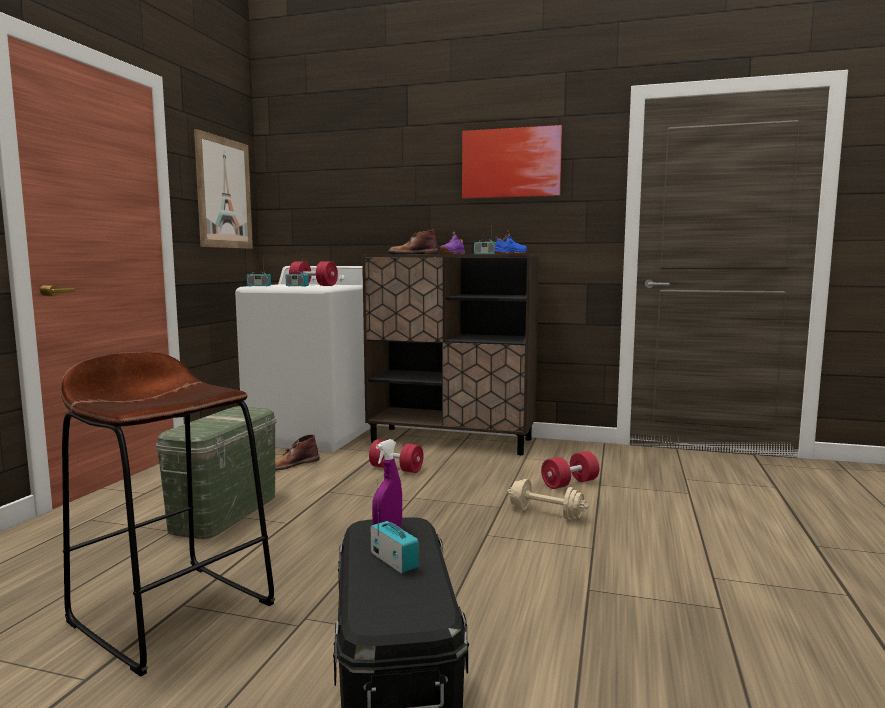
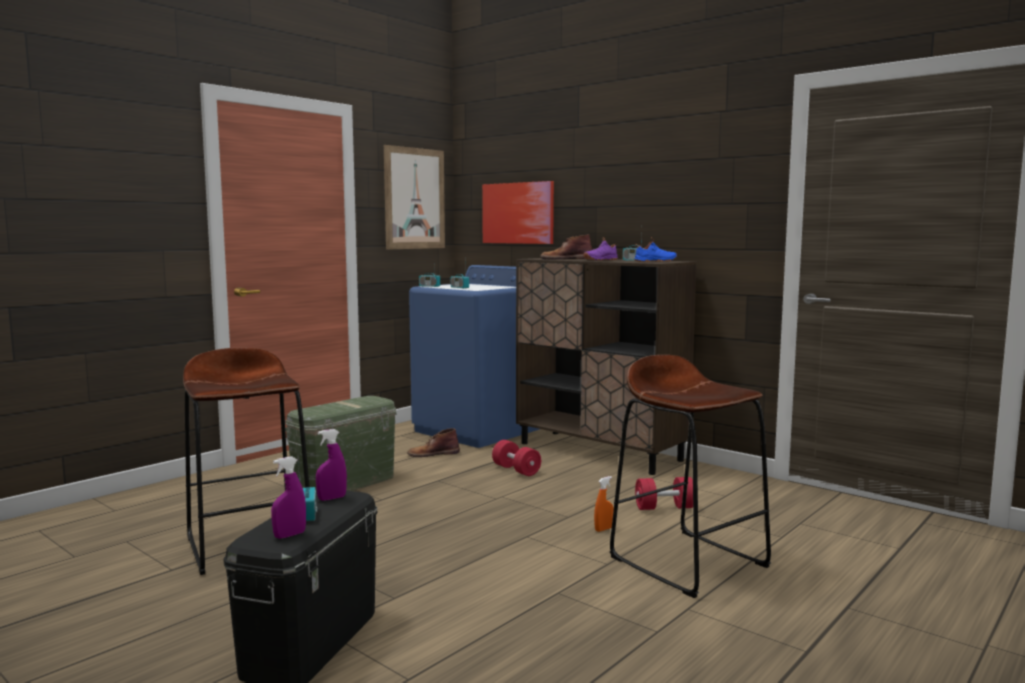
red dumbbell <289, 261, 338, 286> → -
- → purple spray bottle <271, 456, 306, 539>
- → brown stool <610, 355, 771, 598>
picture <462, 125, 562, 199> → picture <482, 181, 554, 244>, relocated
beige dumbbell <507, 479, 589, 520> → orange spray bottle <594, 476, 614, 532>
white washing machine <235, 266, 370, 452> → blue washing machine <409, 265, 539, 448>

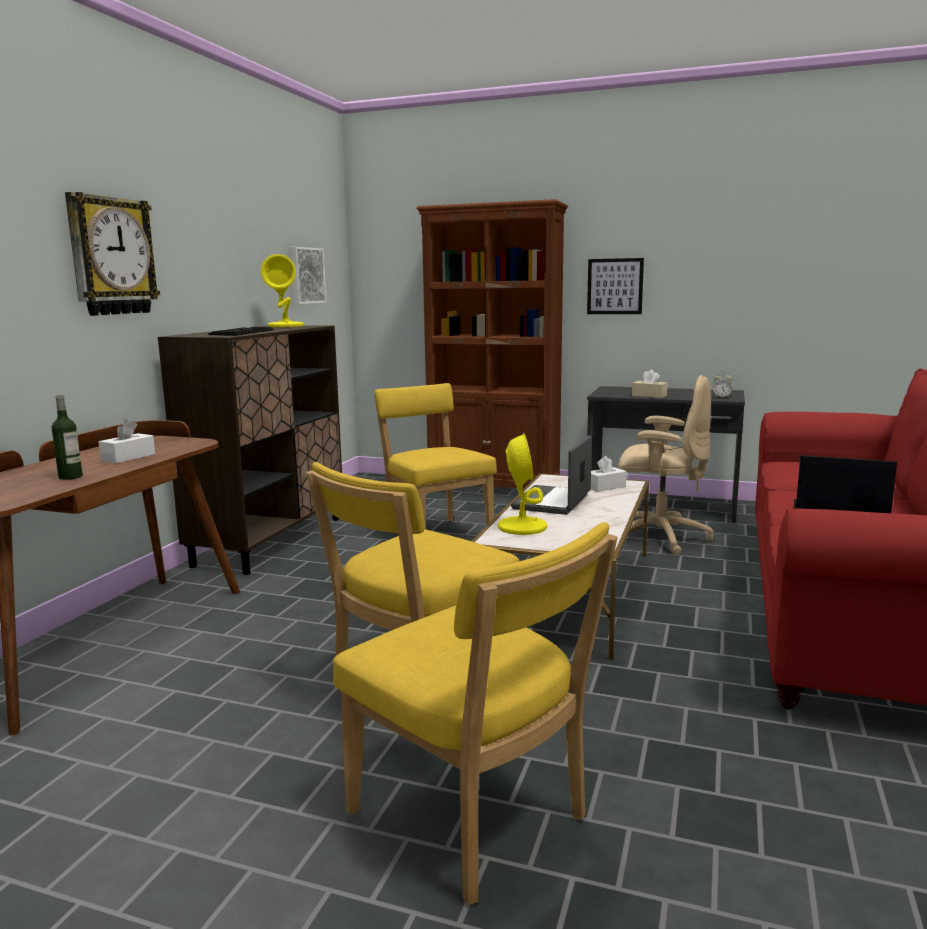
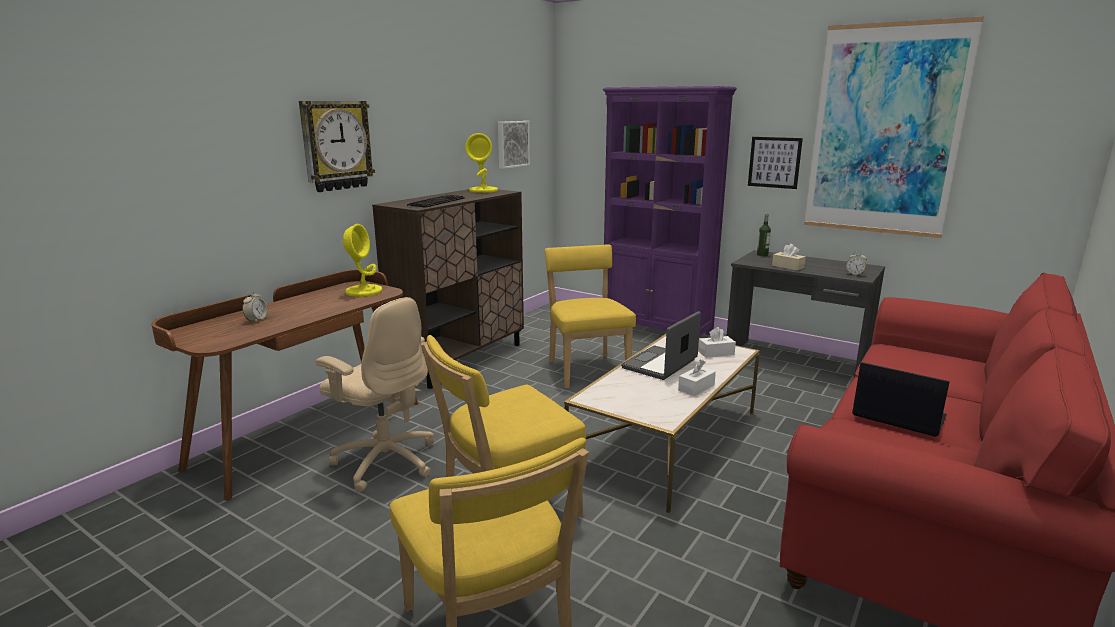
- → alarm clock <242, 291, 267, 322>
- → picture <804, 17, 984, 238>
bottle <52, 395, 83, 480> → bottle <757, 213, 771, 256>, relocated
white tissue box <99, 419, 155, 464> → white tissue box <678, 359, 716, 396>, relocated
yellow table lamp <497, 433, 547, 535> → yellow table lamp <343, 224, 382, 297>, relocated
beige office chair <618, 375, 713, 555> → beige office chair <315, 297, 434, 492>, relocated
brown bookcase <416, 199, 568, 489> → purple bookcase <603, 86, 737, 338>

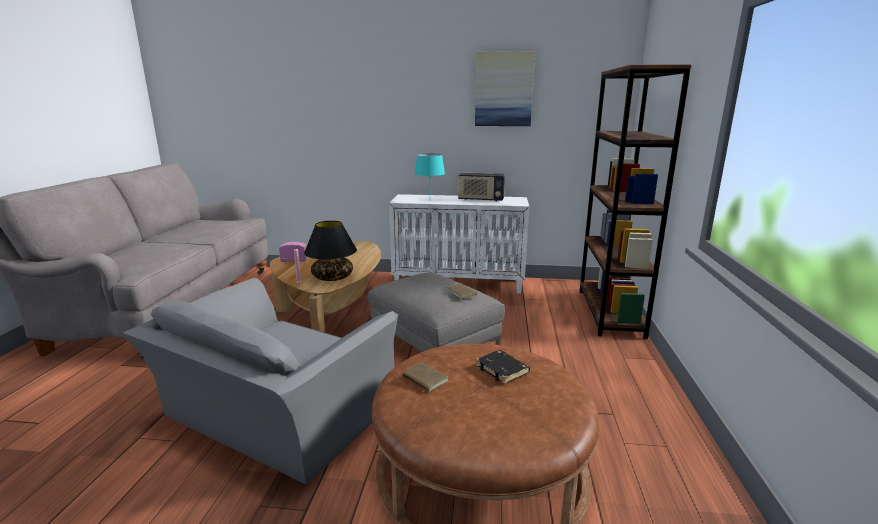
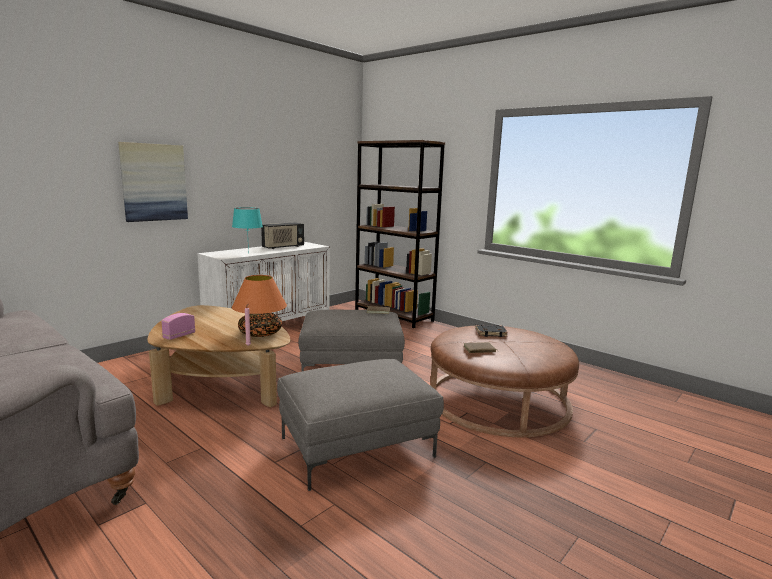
picture <475, 51, 535, 126> → picture <118, 142, 188, 222>, relocated
grey armchair <121, 278, 398, 484> → grey ottoman <277, 359, 444, 491>
black table lamp <304, 221, 357, 281> → orange table lamp <232, 275, 287, 337>

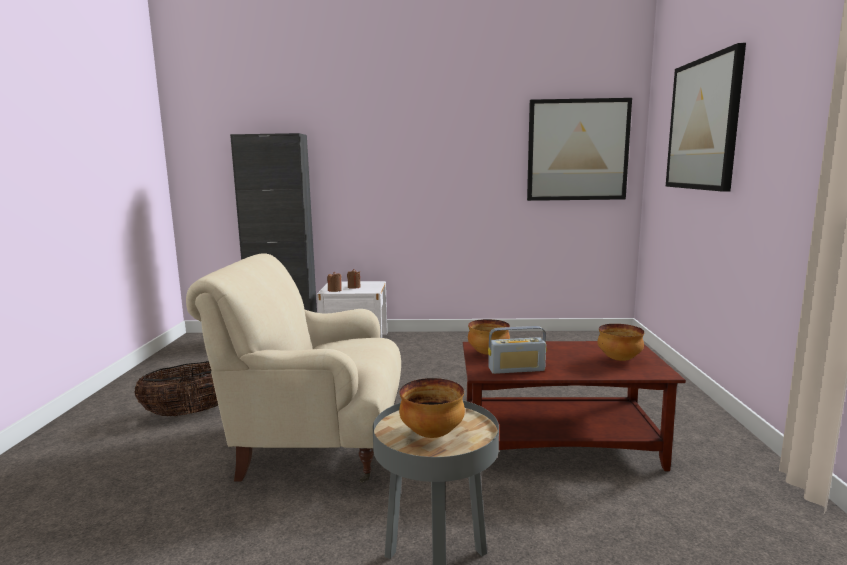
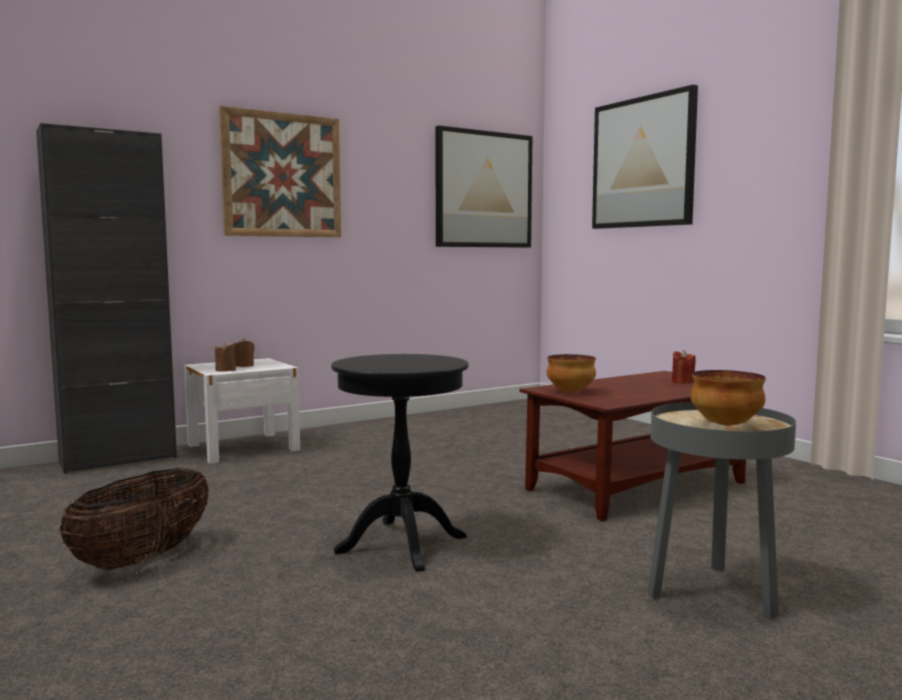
radio <488, 326, 547, 374> → -
- → picture <219, 106, 341, 237>
beige armchair <186, 253, 401, 483> → black side table <331, 354, 469, 572>
bowl <598, 324, 644, 361> → red candle <672, 350, 696, 384>

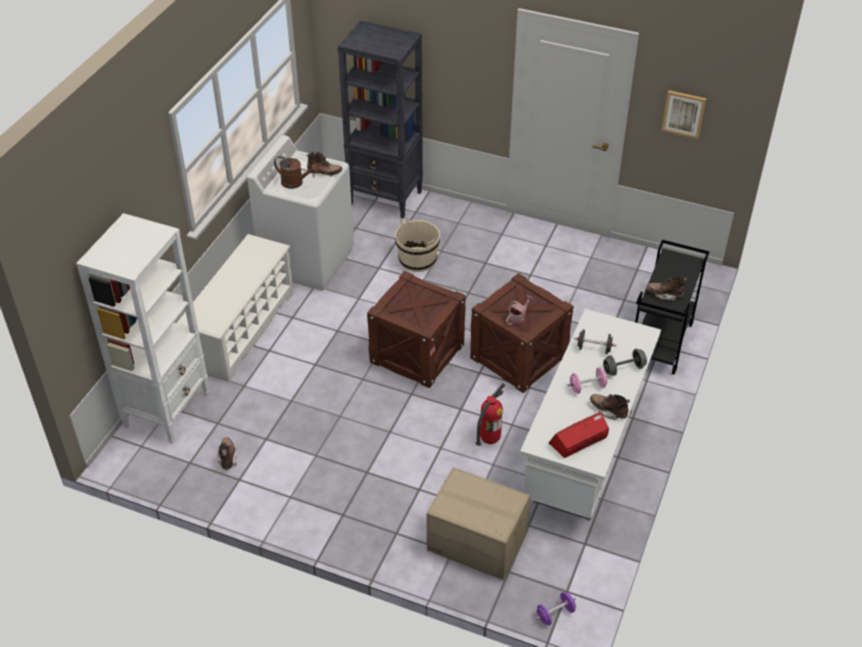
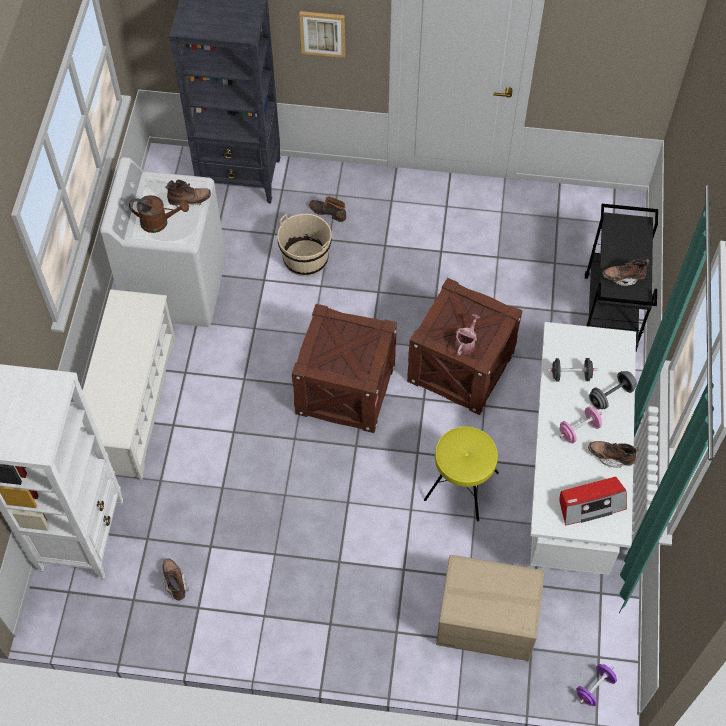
- → boot <309, 196, 346, 222>
picture <661, 90, 706, 139> → picture <299, 11, 345, 58>, relocated
fire extinguisher <475, 383, 505, 446> → yellow stool <424, 427, 499, 522>
radio <549, 412, 609, 458> → radio <559, 477, 627, 526>, 150 degrees counterclockwise

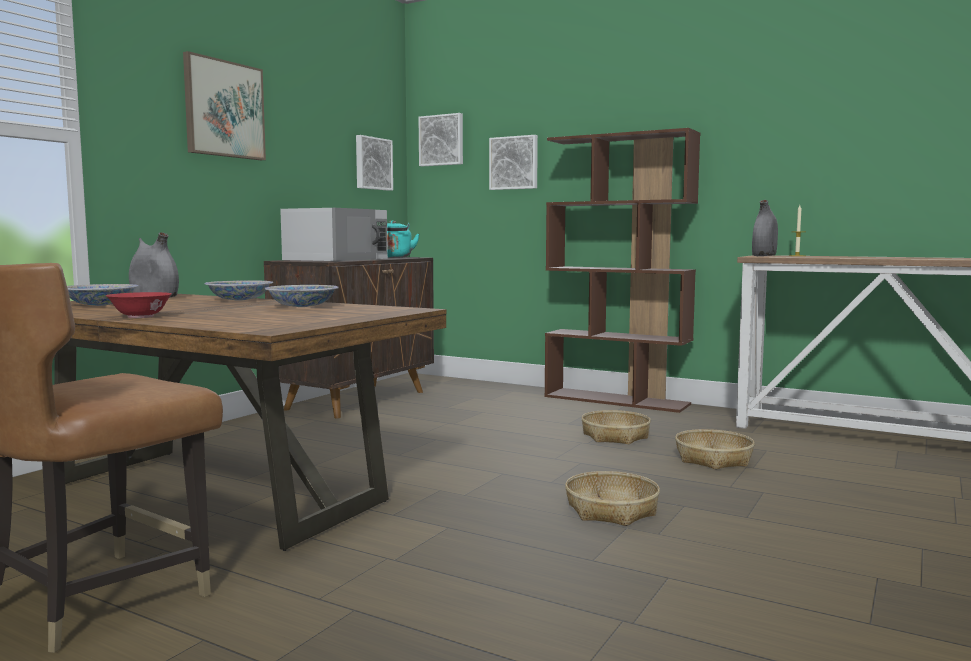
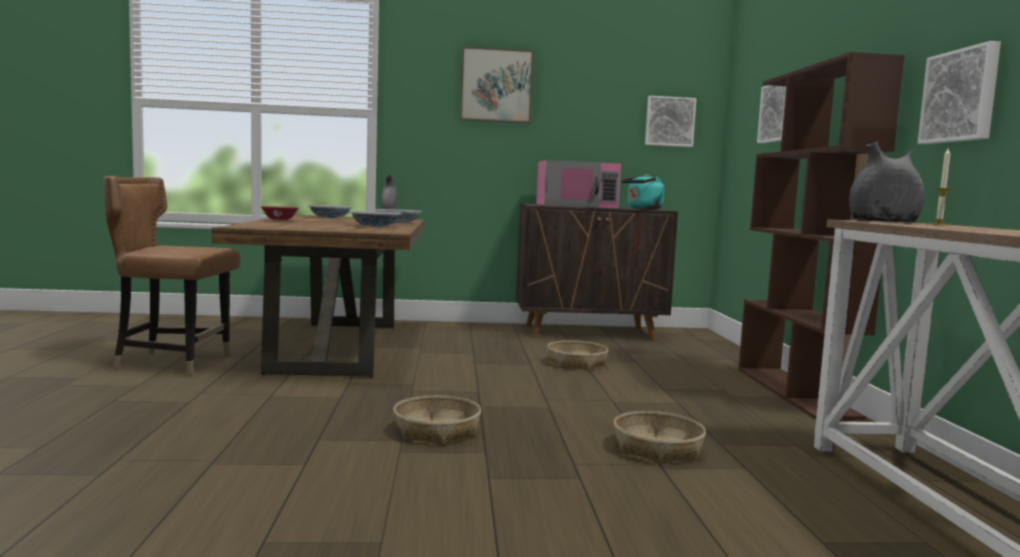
picture <419, 113, 463, 166> → picture <918, 41, 1001, 144>, relocated
basket <581, 410, 651, 444> → basket <547, 340, 608, 370>, relocated
white microwave <280, 208, 388, 261> → pink microwave <536, 160, 621, 208>

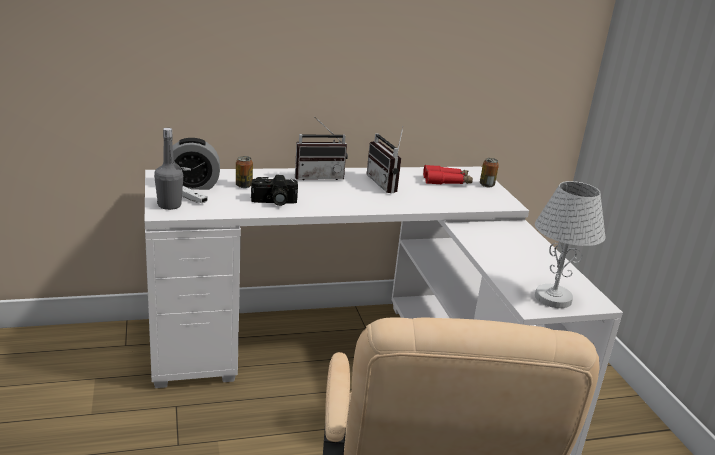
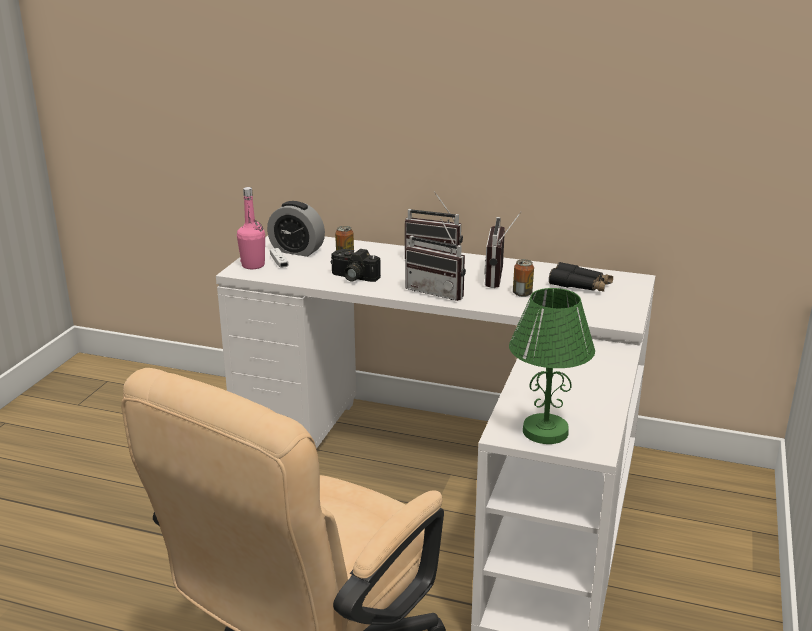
- → radio <406, 219, 466, 301>
can <480, 158, 499, 187> → can <513, 259, 534, 297>, relocated
grey bottle <154, 128, 183, 210> → pink bottle <237, 187, 265, 269>
red binoculars <423, 165, 473, 184> → black binoculars <549, 262, 613, 291>
white table lamp <535, 181, 605, 308> → green table lamp <509, 288, 595, 444>

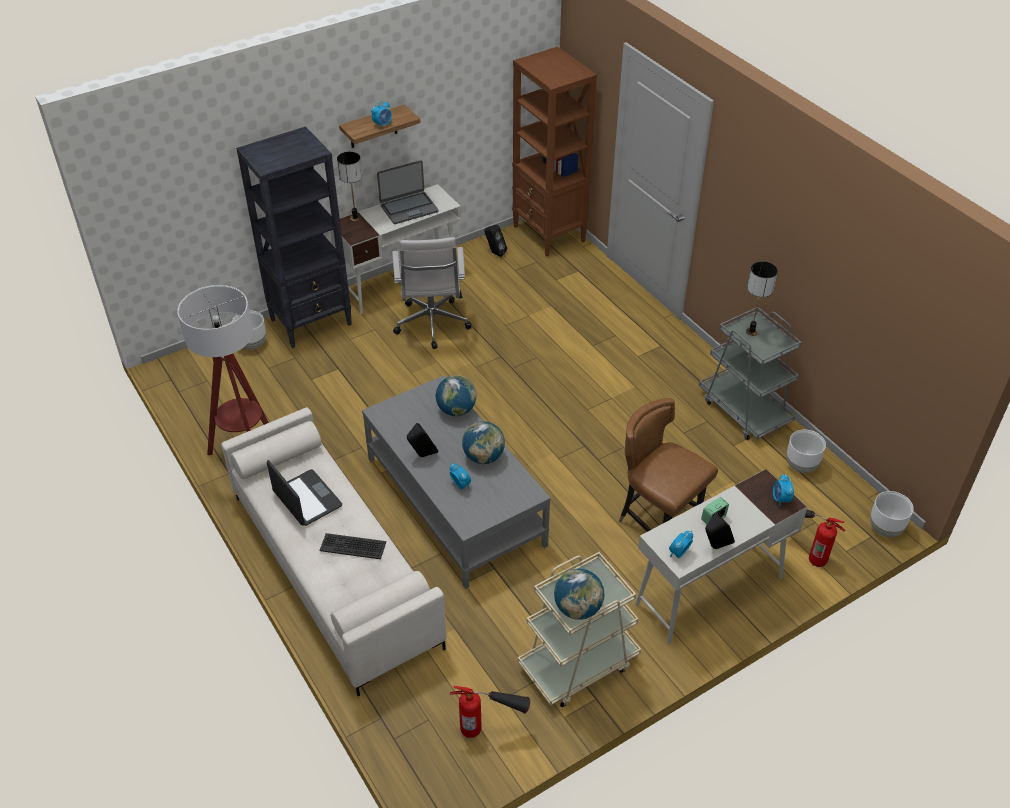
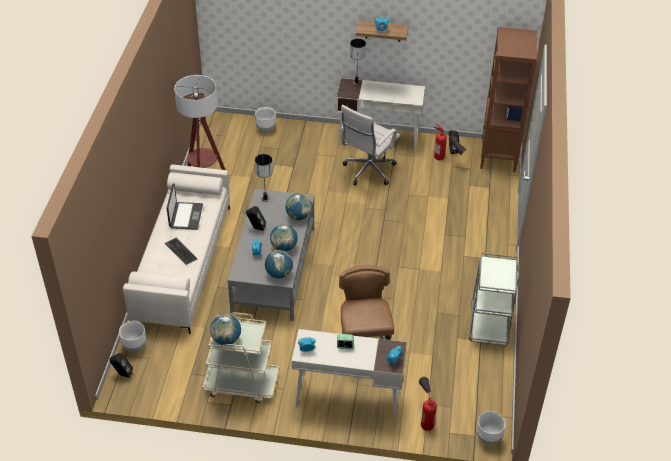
black bookcase <236, 126, 352, 348> → -
laptop <377, 160, 439, 224> → -
- → globe <265, 250, 293, 278>
fire extinguisher <450, 686, 530, 738> → fire extinguisher <434, 123, 466, 160>, relocated
black speaker <705, 513, 735, 549> → black speaker <109, 353, 133, 378>, relocated
table lamp <746, 261, 778, 336> → table lamp <255, 154, 273, 202>, relocated
white planter <786, 430, 826, 473> → white planter <119, 321, 146, 352>, relocated

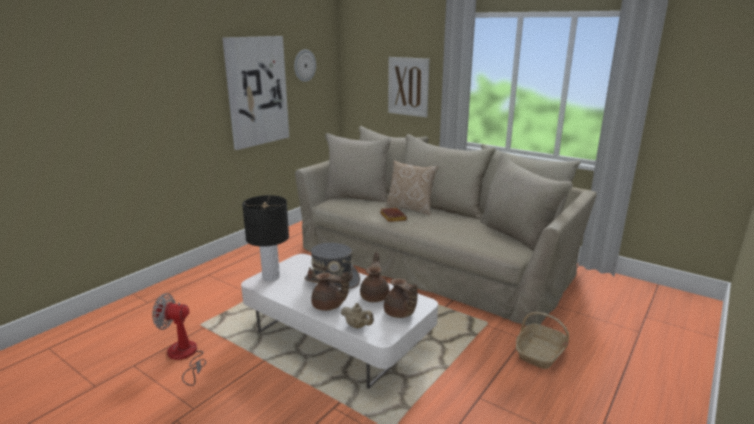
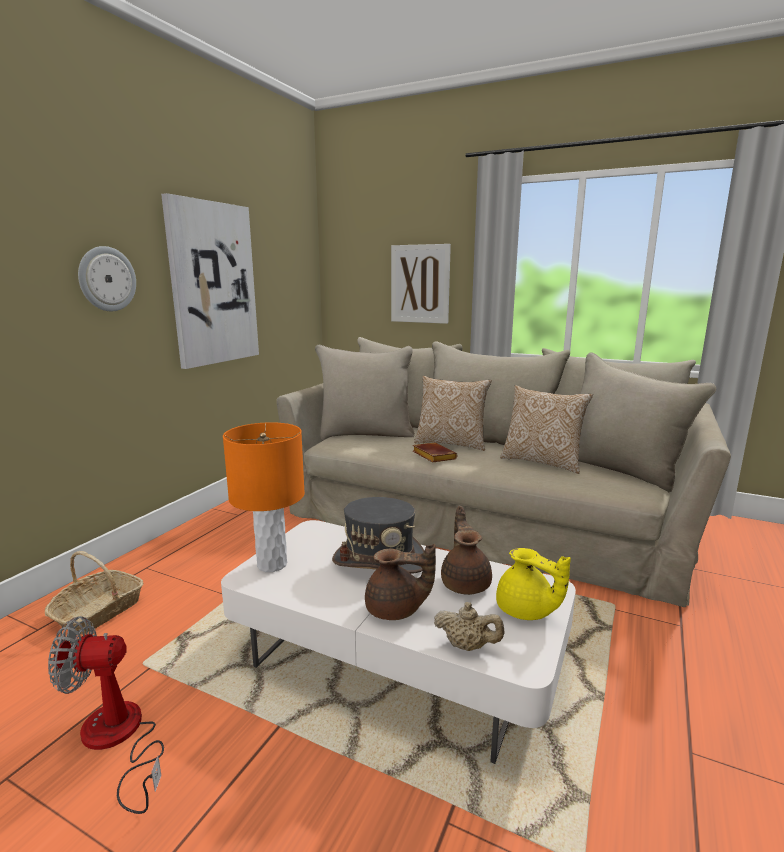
- → pillow <500, 385, 593, 474>
wall clock <294, 49, 316, 82> → wall clock <78, 246, 136, 311>, relocated
basket <516, 312, 569, 369> → basket <45, 551, 144, 634>, relocated
black table lamp <242, 195, 289, 281> → orange table lamp <223, 422, 305, 572>
brown teapot <384, 278, 417, 318> → yellow teapot <496, 548, 571, 620>

